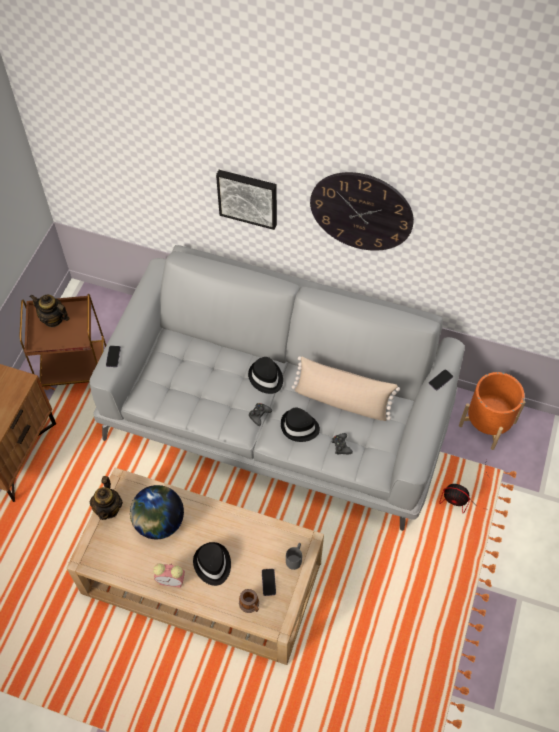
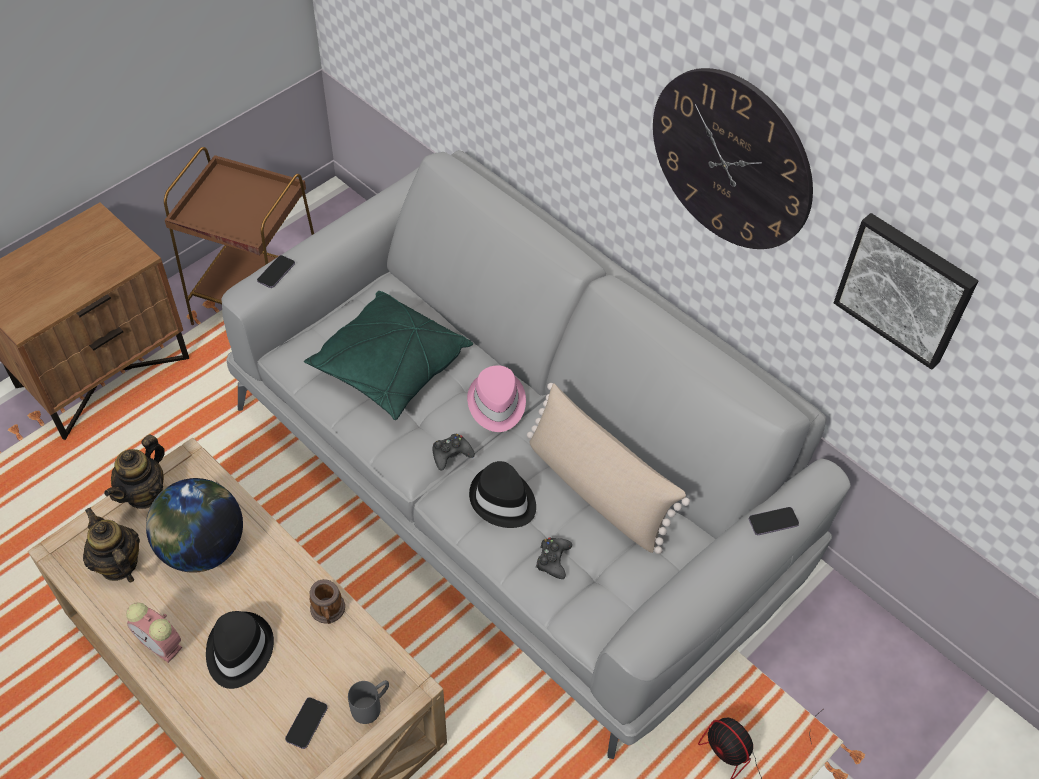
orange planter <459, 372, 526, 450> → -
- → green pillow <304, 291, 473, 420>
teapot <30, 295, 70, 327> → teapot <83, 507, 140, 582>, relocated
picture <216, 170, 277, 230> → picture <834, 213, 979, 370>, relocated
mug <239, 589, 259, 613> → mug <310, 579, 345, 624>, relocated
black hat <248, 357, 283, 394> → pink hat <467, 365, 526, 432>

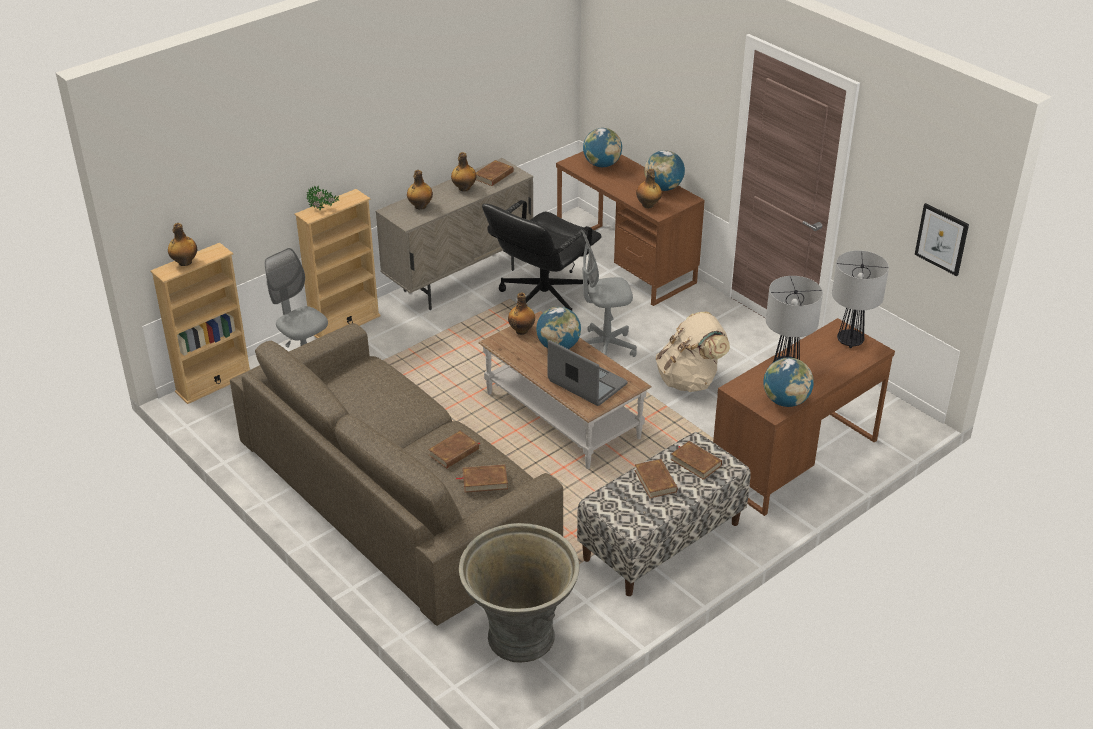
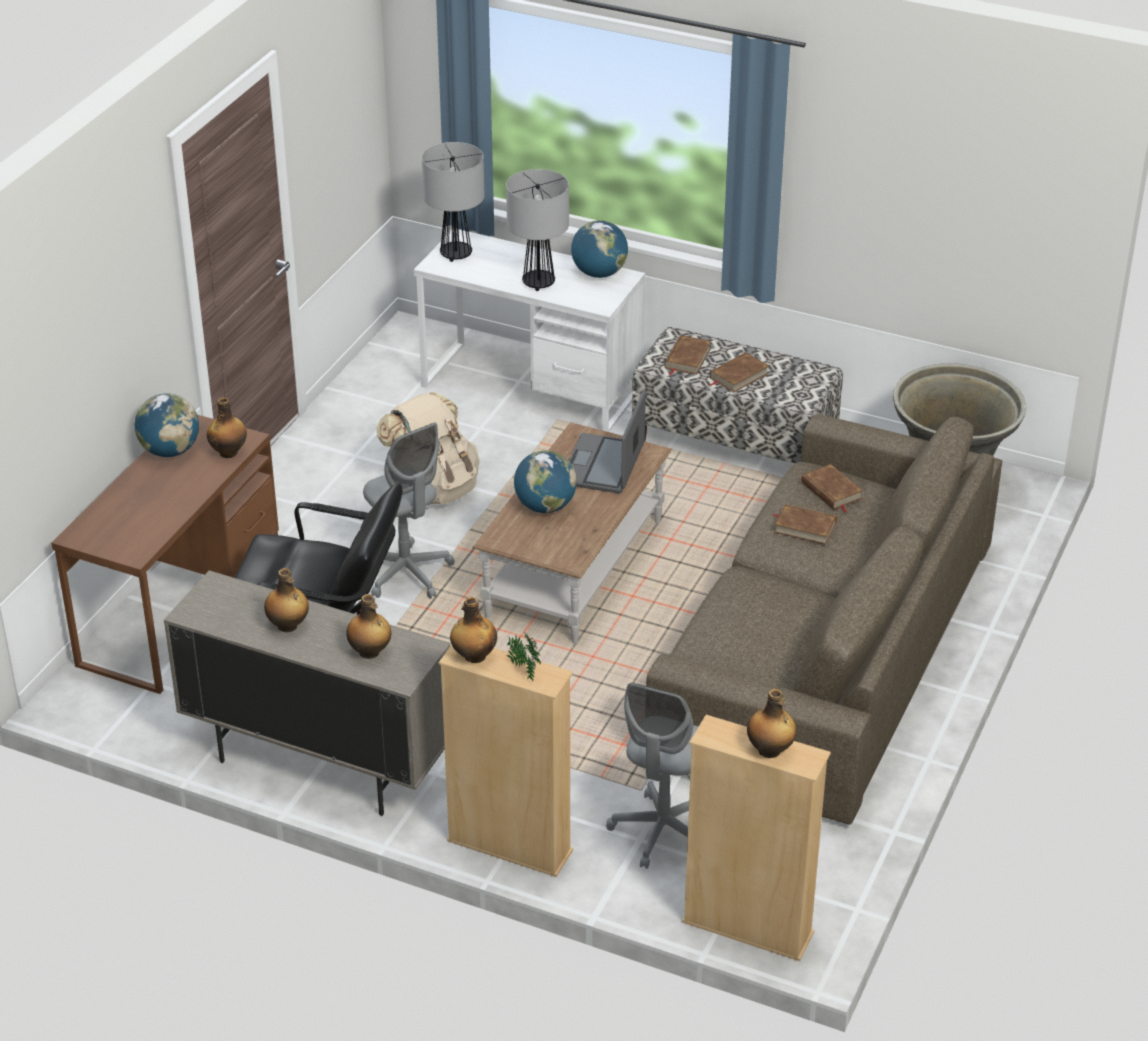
brown book <476, 160, 513, 186> → -
globe <583, 128, 622, 167> → -
picture <915, 203, 969, 276> → -
bottle <508, 293, 535, 335> → bottle <450, 597, 497, 663>, relocated
brown desk <713, 318, 895, 516> → white desk <414, 229, 645, 432>

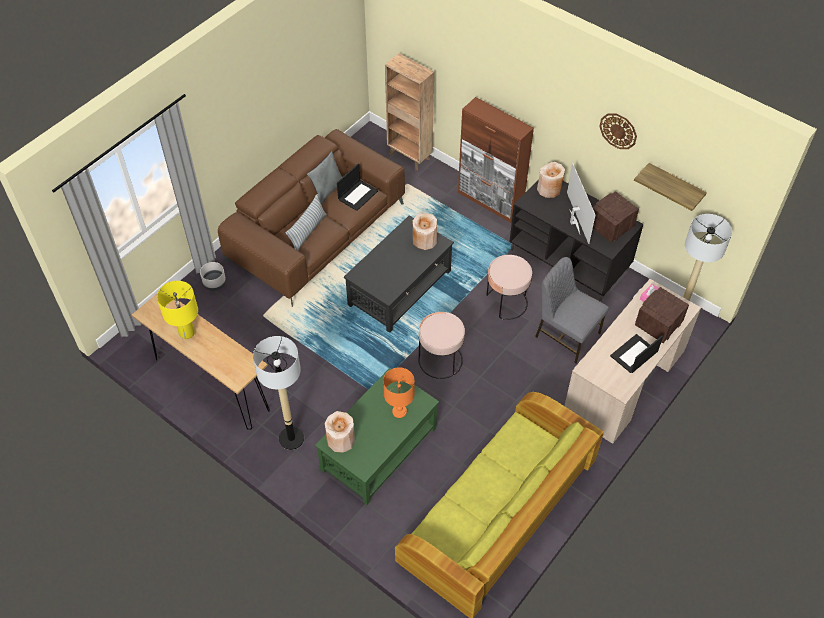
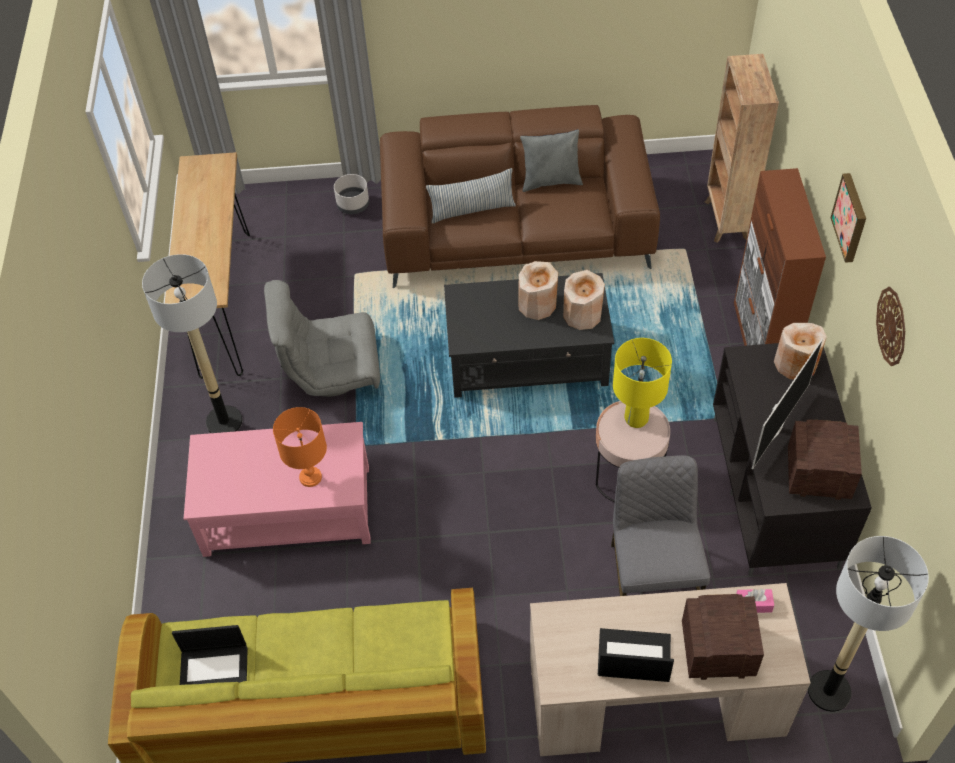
pink side table <418, 312, 465, 379> → -
shelf <634, 163, 707, 211> → -
- → grey armchair <264, 280, 380, 397>
- → picture <830, 173, 866, 263>
yellow table lamp <157, 281, 198, 339> → yellow table lamp <613, 338, 672, 428>, relocated
beige vase <325, 411, 355, 453> → beige vase <518, 261, 558, 320>, relocated
laptop <337, 163, 378, 211> → laptop <172, 625, 248, 685>, relocated
green coffee table <315, 368, 439, 505> → pink coffee table <184, 422, 371, 557>

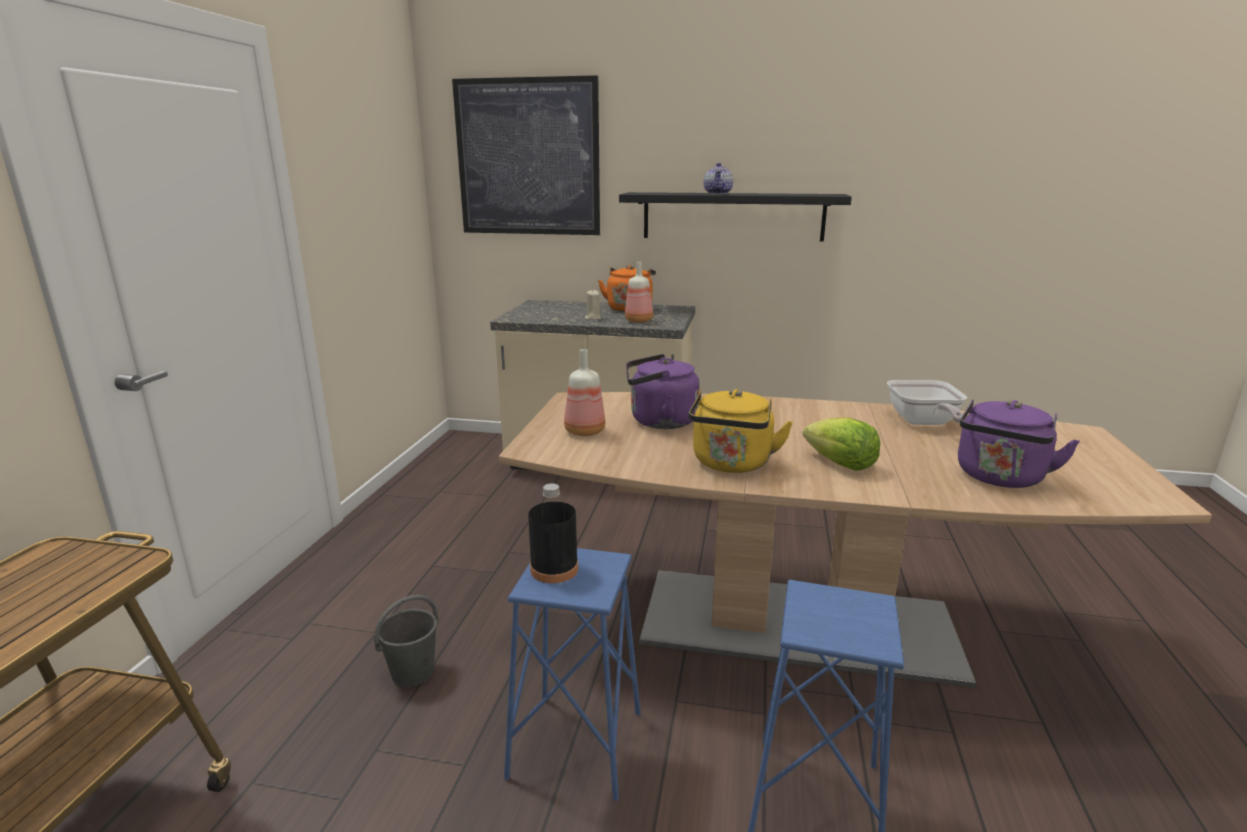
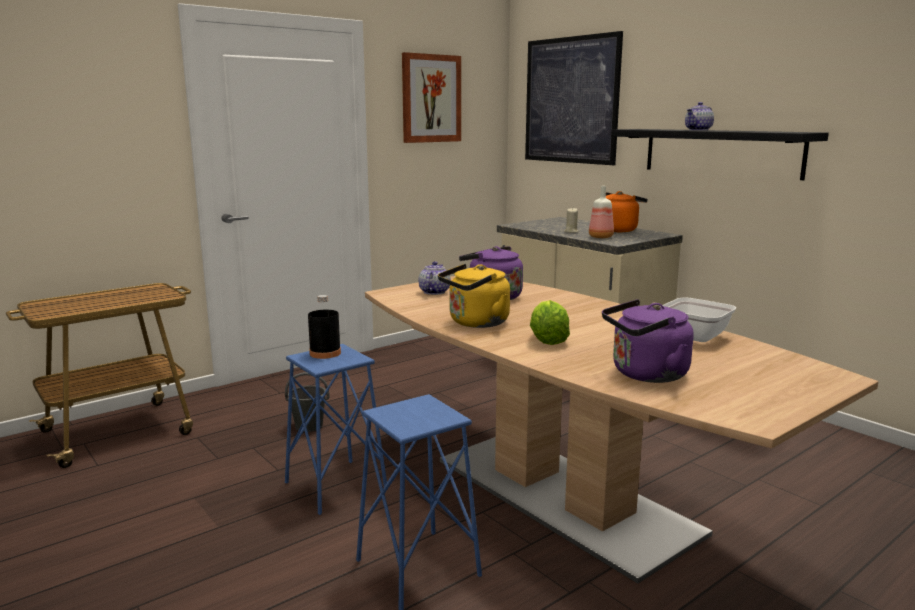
- → picture <402, 52, 461, 143>
bottle <564, 349, 605, 436> → teapot <419, 261, 451, 295>

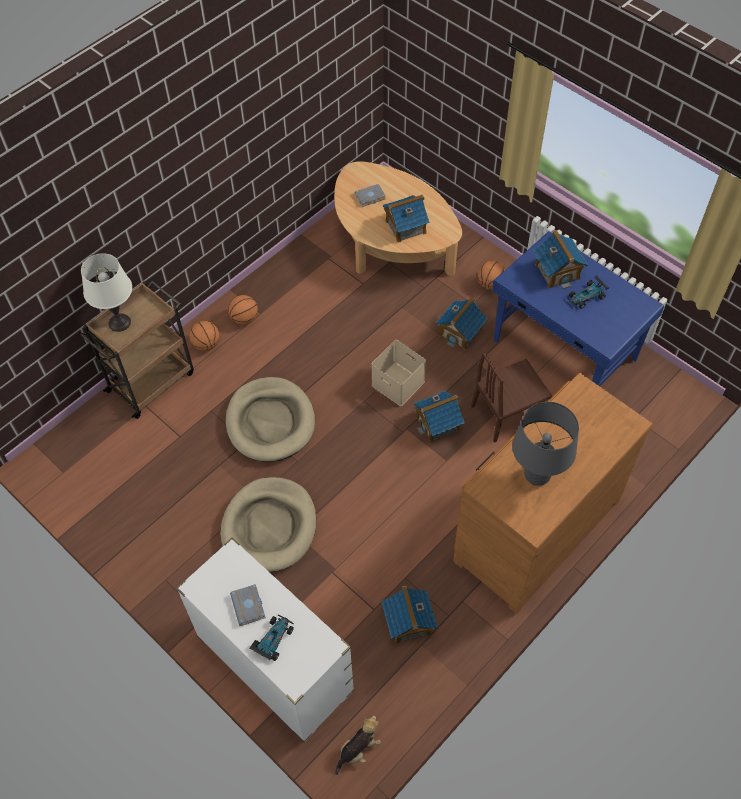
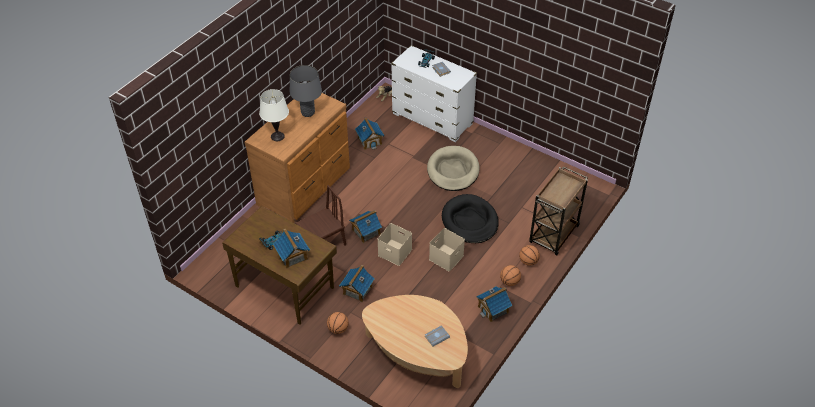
- → beige storage box <429, 228, 465, 272>
white table lamp <81, 253, 132, 332> → white table lamp <259, 89, 289, 141>, relocated
toy house <383, 194, 429, 243> → toy house <476, 286, 513, 322>, relocated
beige dog bed <226, 377, 315, 461> → black dog bed <442, 194, 499, 243>
blue desk <492, 231, 664, 386> → brown desk <222, 206, 337, 325>

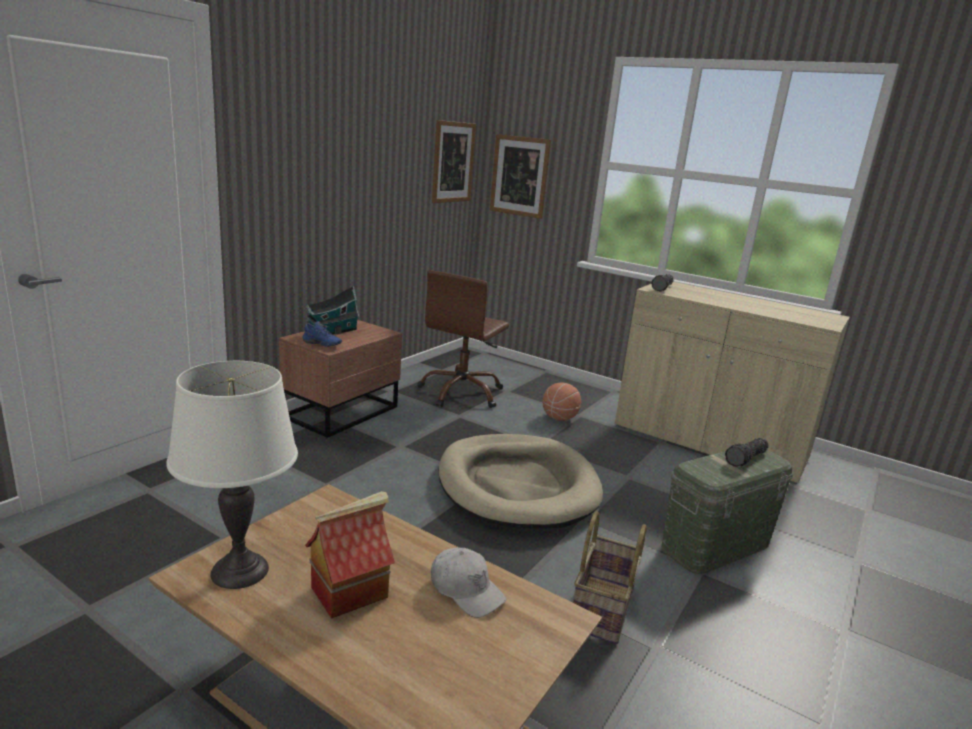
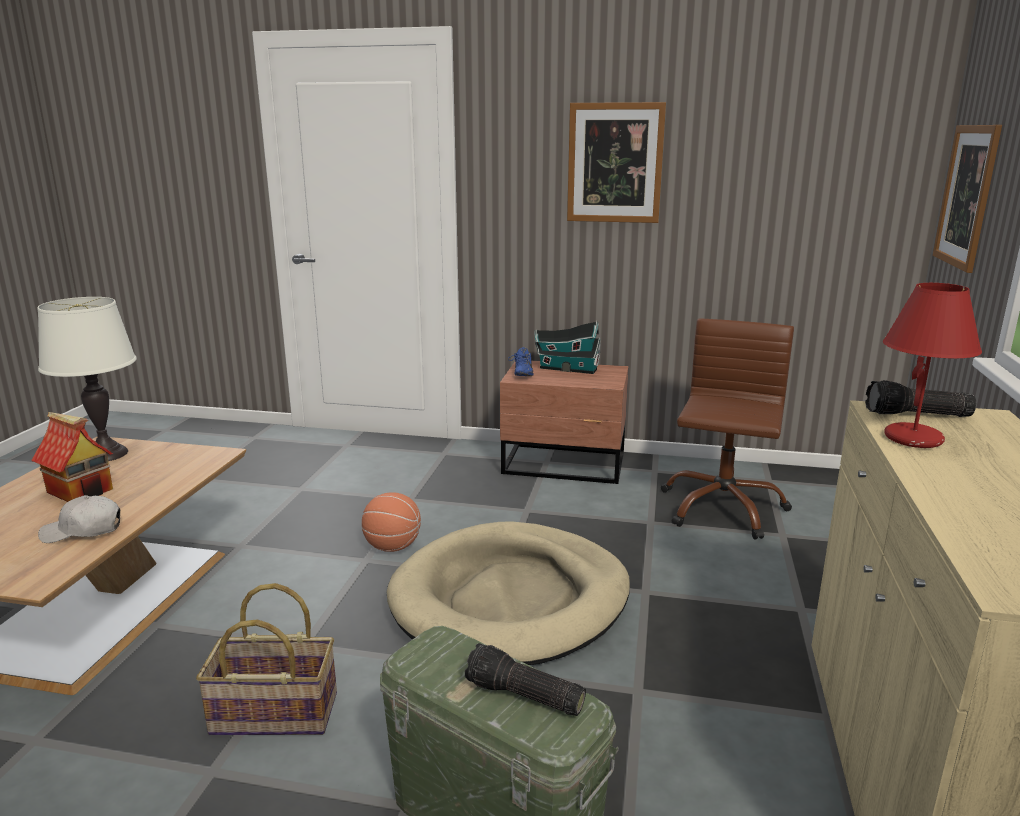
- → red table lamp <883, 283, 982, 448>
picture <432, 120, 476, 203> → picture <567, 102, 666, 223>, relocated
basketball <543, 382, 581, 421> → basketball <362, 492, 421, 552>, relocated
brown office chair <417, 270, 509, 408> → brown office chair <661, 319, 794, 540>, 105 degrees clockwise
white cap <431, 547, 507, 618> → white cap <38, 495, 120, 543>, 60 degrees clockwise

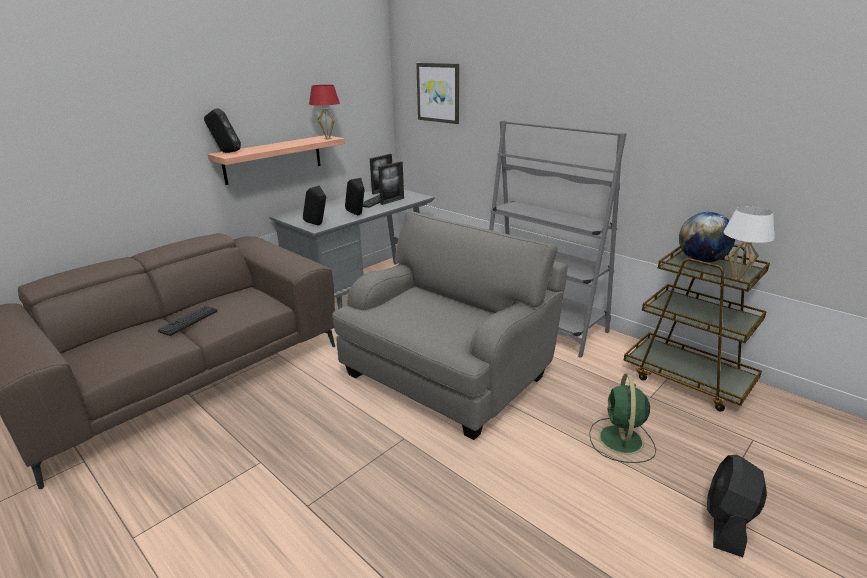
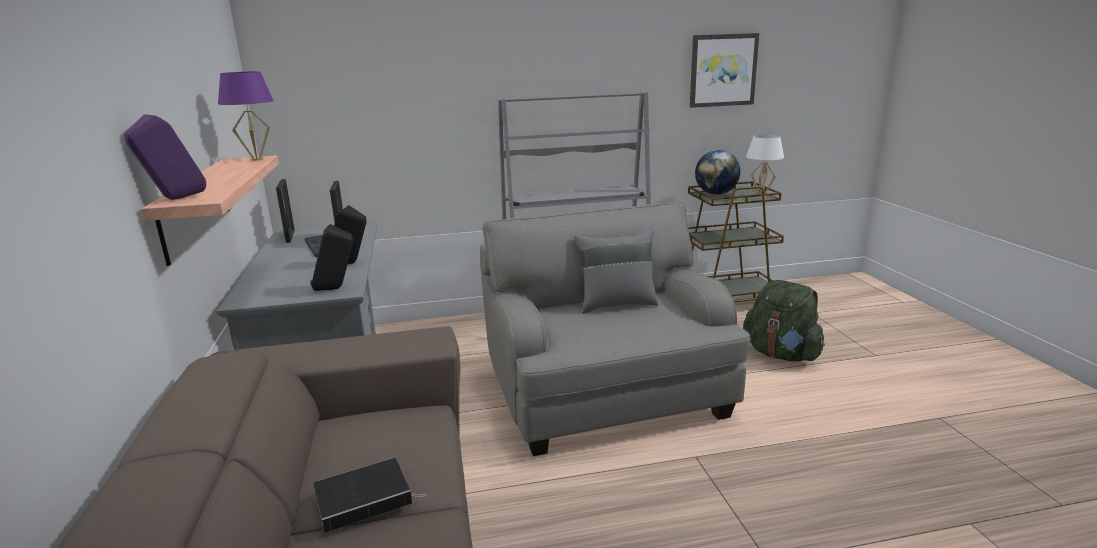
black fan <707, 455, 767, 557> → -
- → grey pillow <574, 228, 658, 314>
picture <416, 63, 459, 124> → picture <690, 33, 759, 108>, relocated
keyboard <158, 306, 218, 336> → book <313, 458, 427, 533>
green fan <589, 374, 656, 463> → green backpack <743, 280, 825, 362>
black speaker <204, 108, 241, 153> → purple speaker <124, 115, 206, 200>
red table lamp <309, 85, 340, 139> → purple table lamp <218, 71, 274, 161>

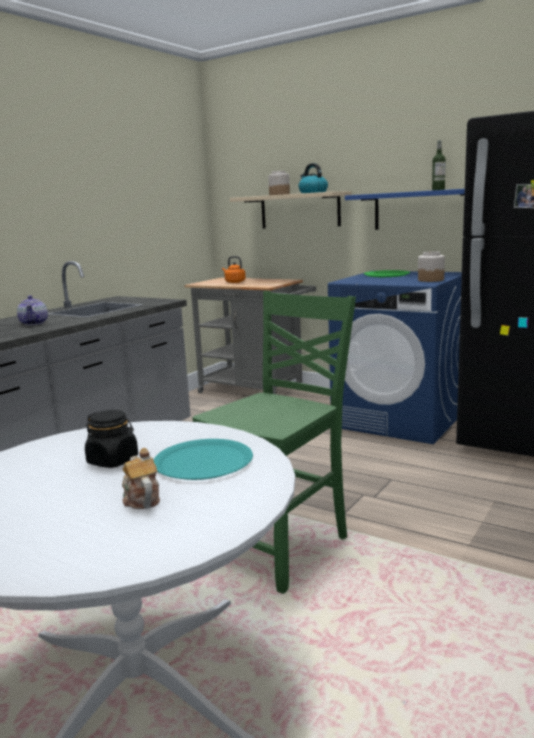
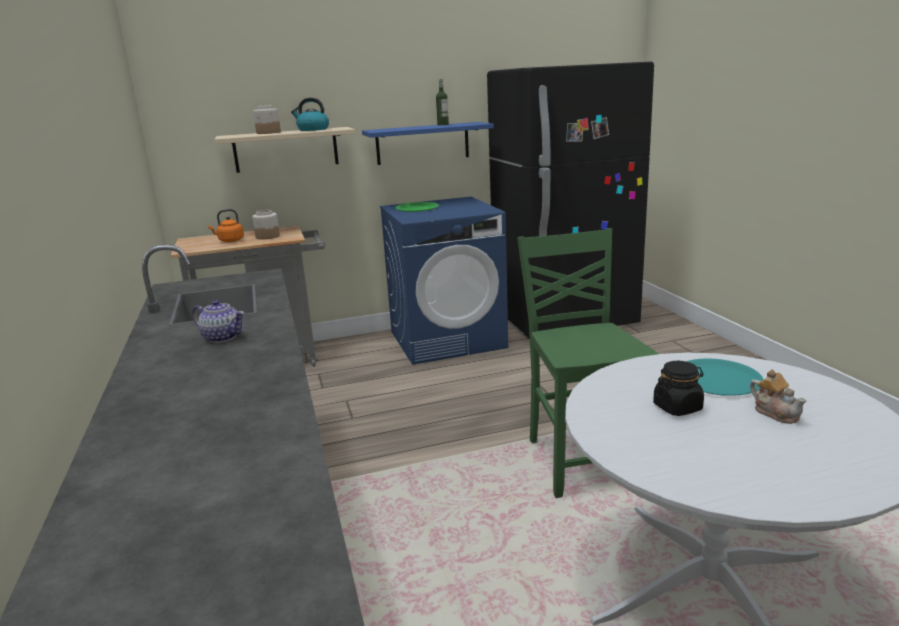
jar <418, 251, 445, 282> → jar <252, 210, 280, 240>, relocated
teapot <122, 448, 160, 509> → teapot <750, 369, 807, 424>, 135 degrees counterclockwise

